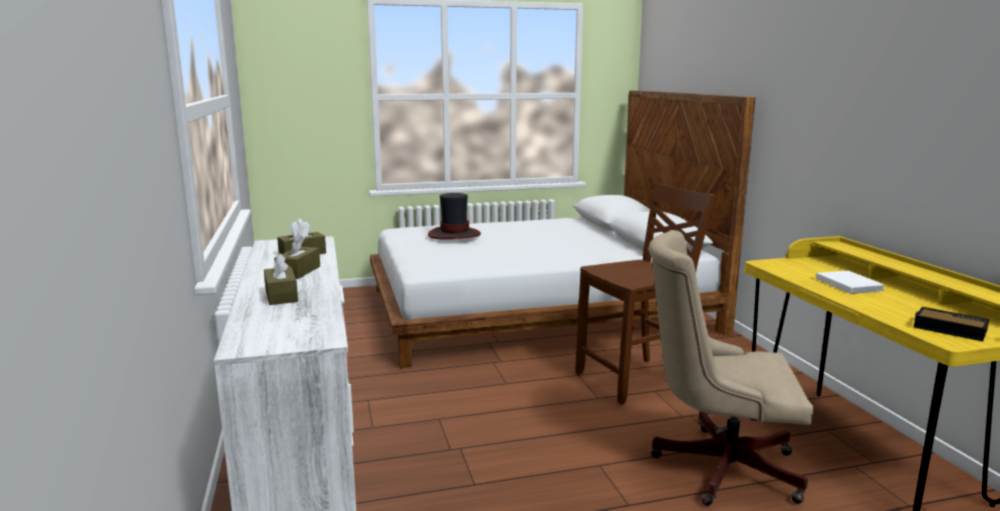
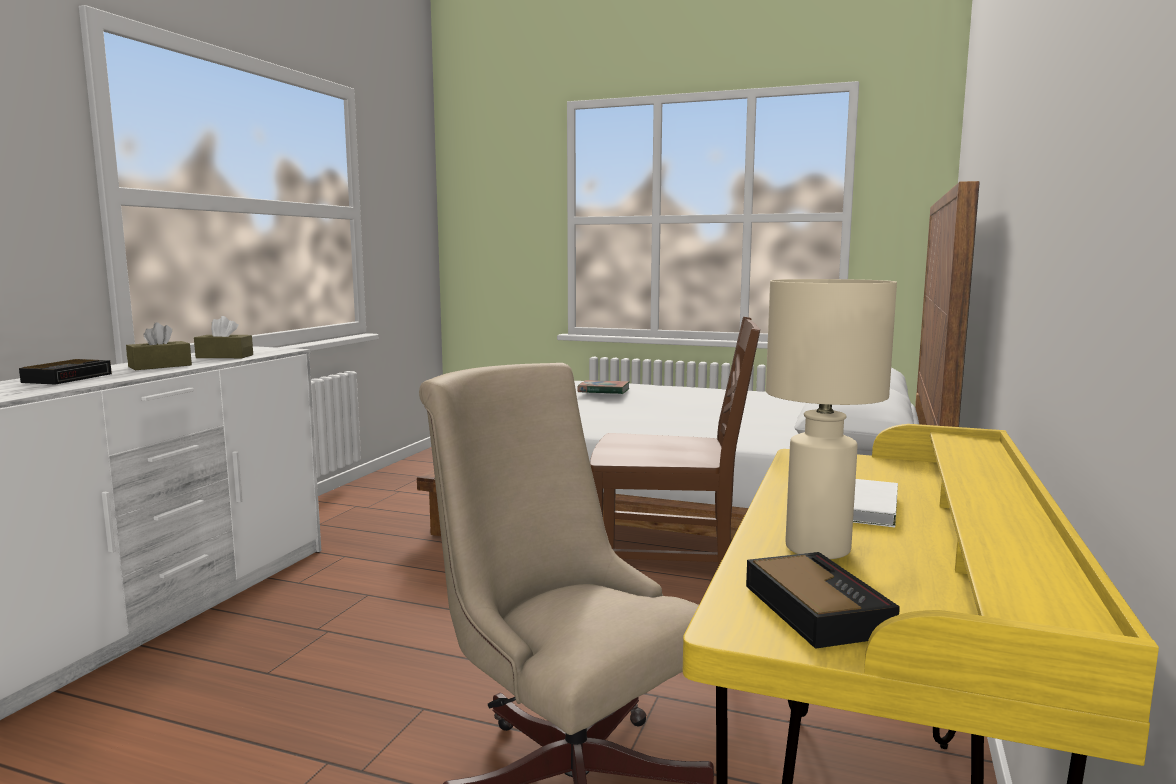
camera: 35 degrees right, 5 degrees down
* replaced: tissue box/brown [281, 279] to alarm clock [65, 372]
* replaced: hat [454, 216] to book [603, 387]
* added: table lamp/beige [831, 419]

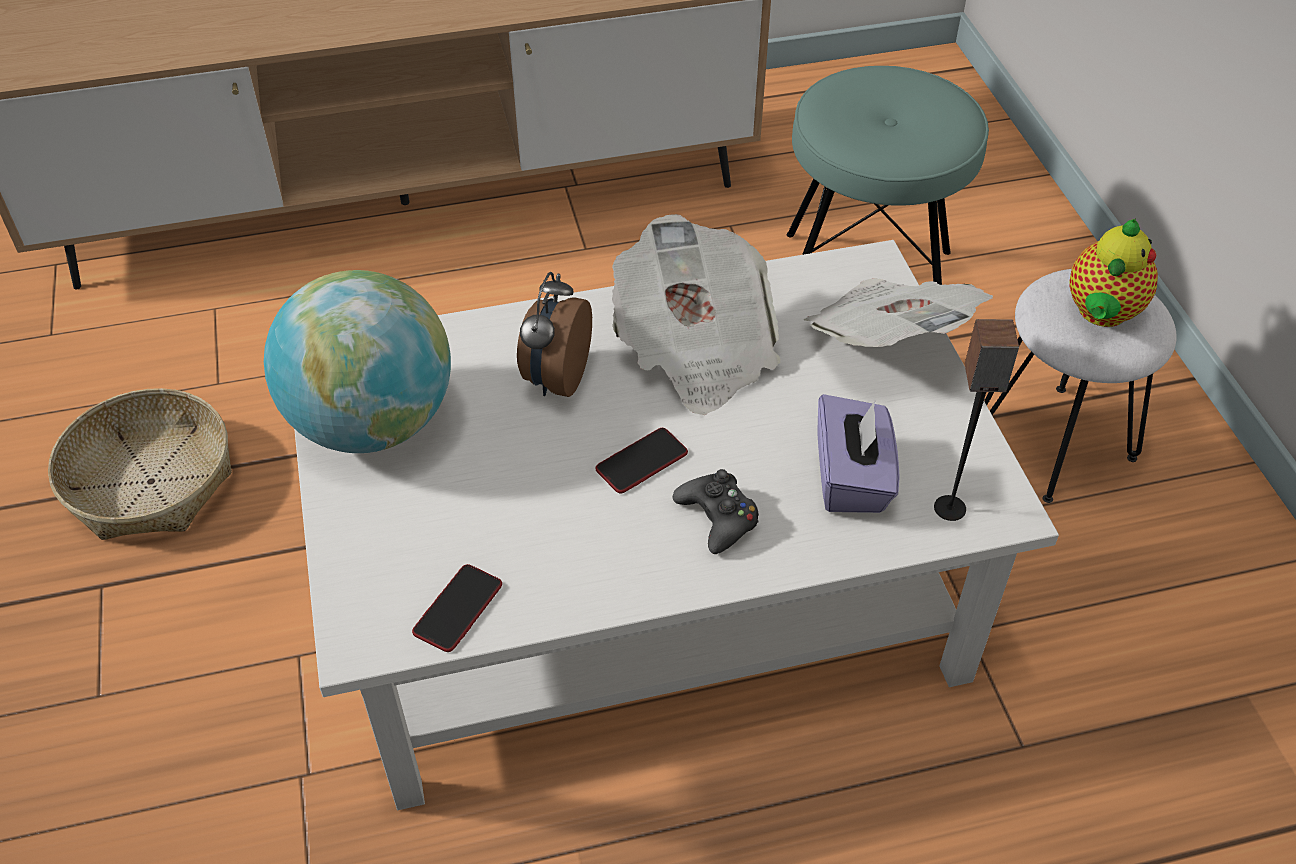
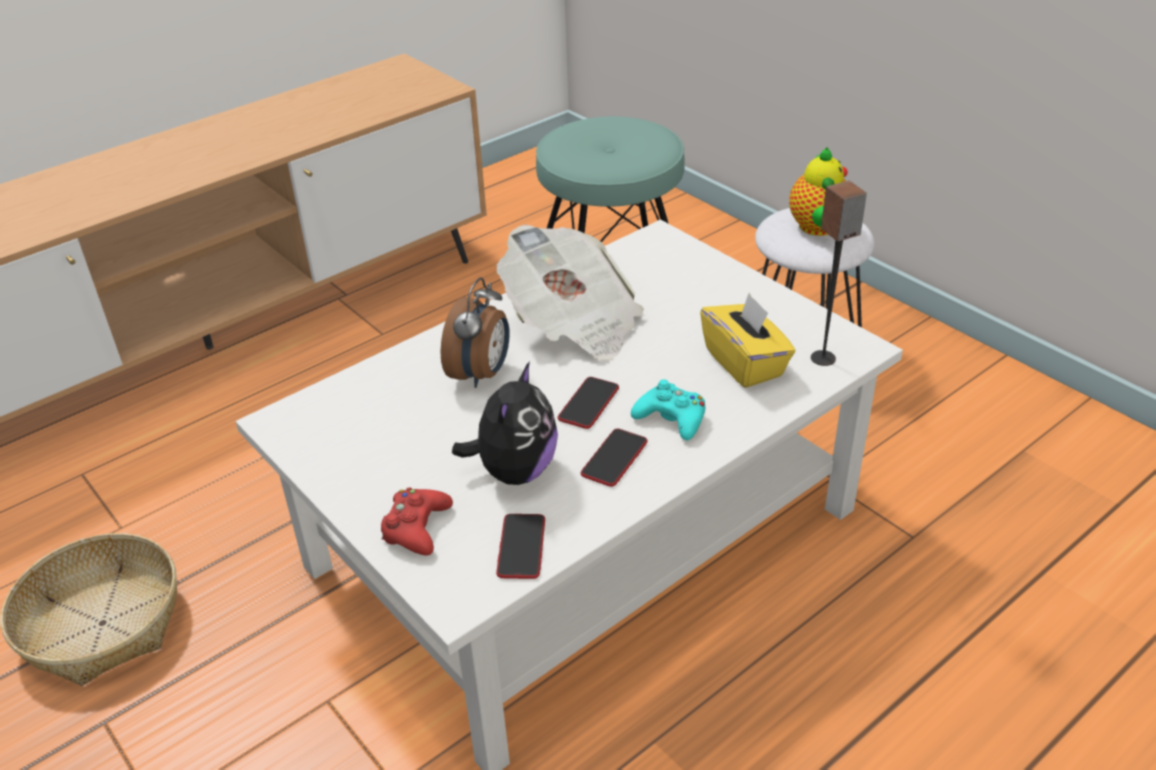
camera: 25 degrees left, 10 degrees down
* added: game controller/red [417, 521]
* turned: alarm clock [554, 334] = [475, 333] 150 degrees counterclockwise
* added: plush toy [505, 423]
* added: phone [614, 458]
* recoloured: game controller/black [716, 511] to game controller/turquoise [668, 409]
* recoloured: tissue box/purple [858, 453] to tissue box/yellow [748, 340]
* removed: globe [357, 361]
* removed: newspaper [898, 312]

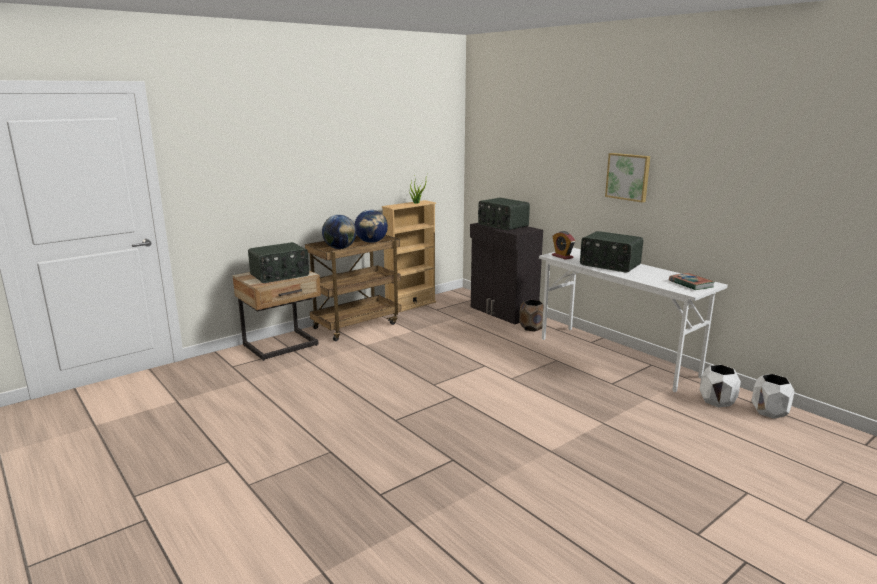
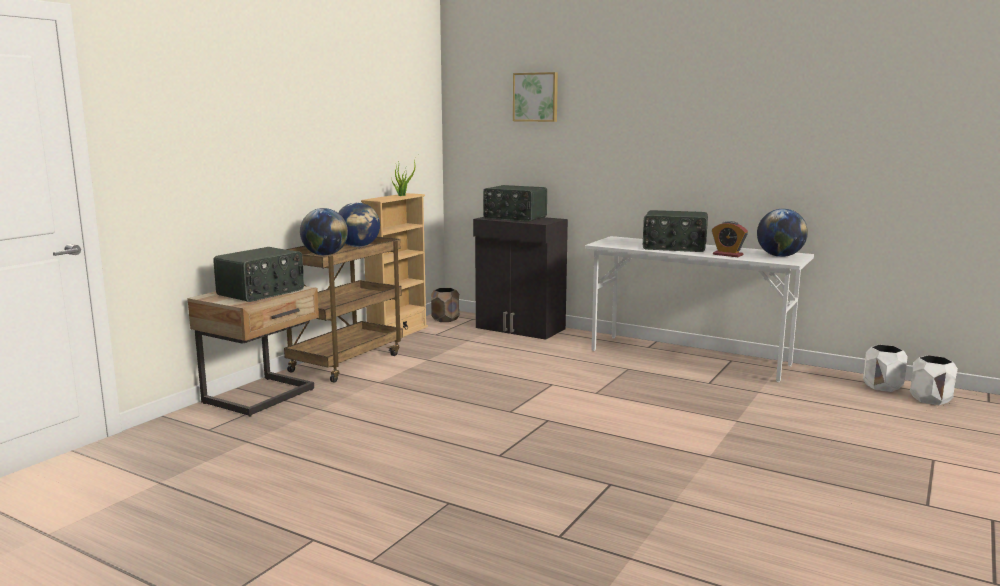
camera: 20 degrees left, 5 degrees down
* moved: planter/brown [531, 315] to [445, 305]
* moved: picture [627, 178] to [535, 97]
* moved: alarm clock [563, 245] to [730, 239]
* replaced: book [692, 281] to globe [782, 233]
* moved: planter/white [720, 386] to [934, 380]

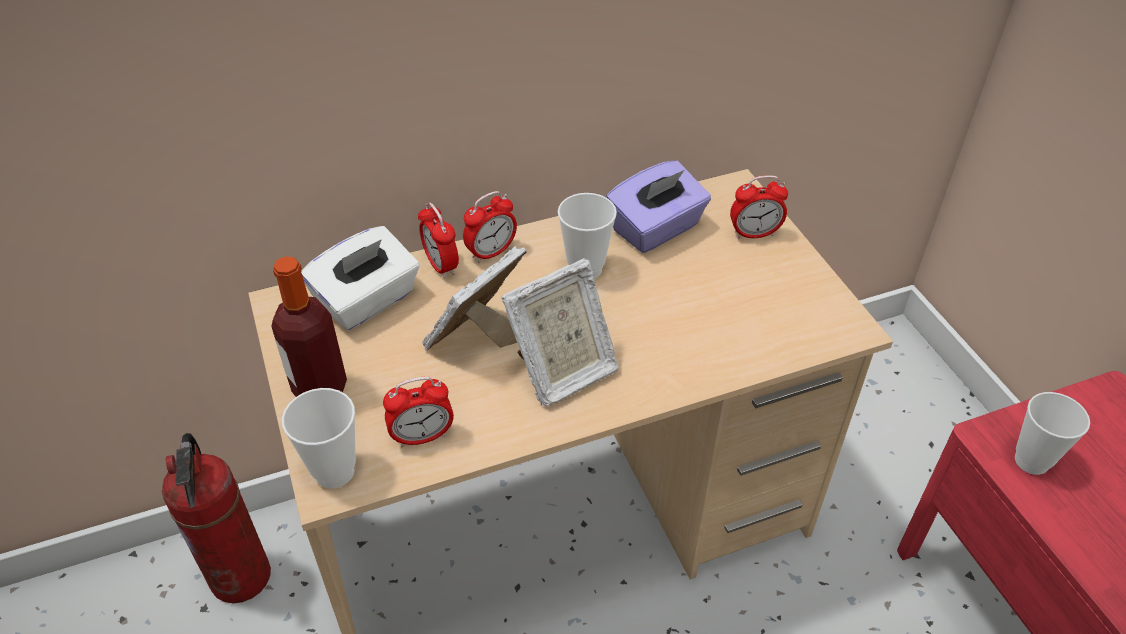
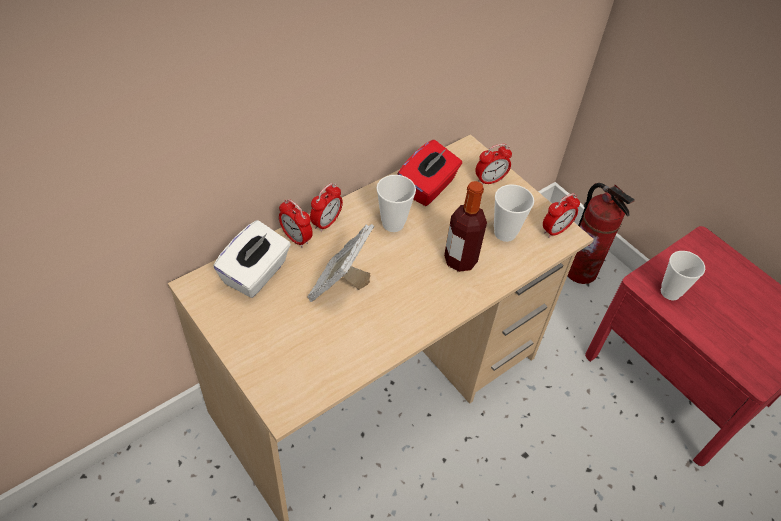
camera: 20 degrees left, 5 degrees up
* recoloured: tissue box/purple [658, 206] to tissue box/red [429, 173]
* moved: bottle [309, 327] to [465, 226]
* moved: cup [319, 438] to [514, 213]
* moved: alarm clock [418, 412] to [561, 215]
* moved: fire extinguisher [216, 518] to [601, 233]
* removed: picture frame [560, 332]

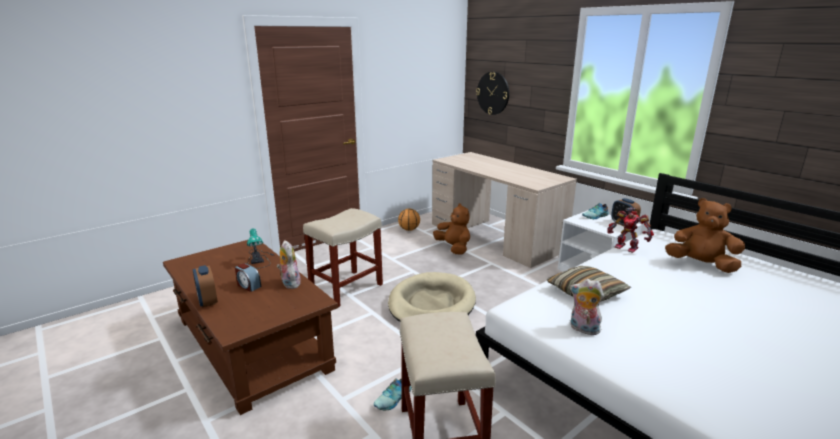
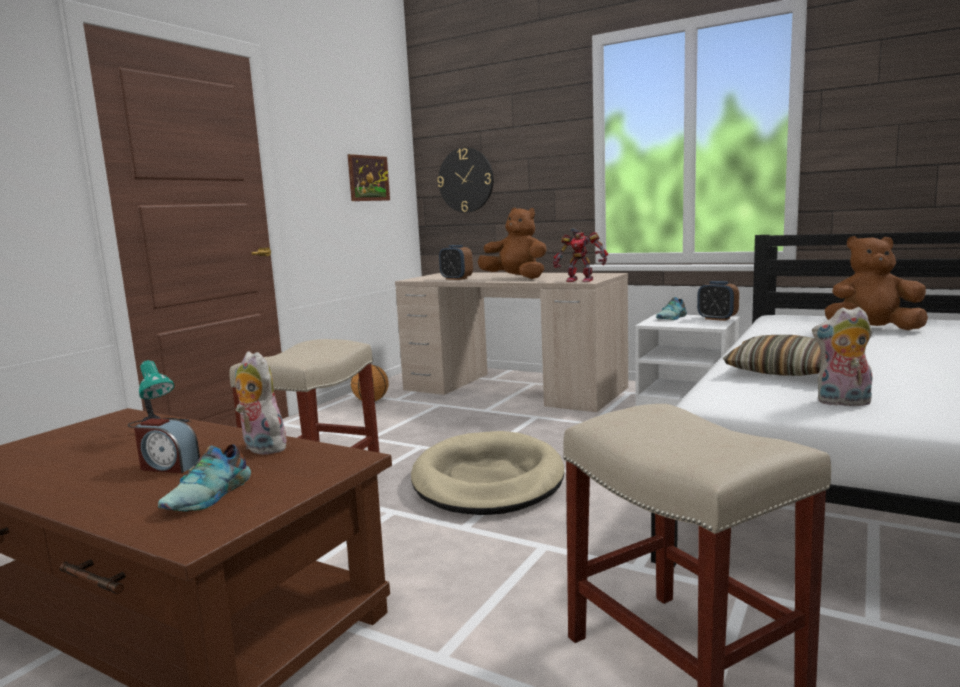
camera: 20 degrees left, 10 degrees down
* moved: shoe [392, 394] to [204, 477]
* added: picture [369, 177]
* moved: alarm clock [205, 286] to [456, 262]
* moved: plush toy/brown [451, 229] to [512, 243]
* moved: toy robot [630, 230] to [580, 255]

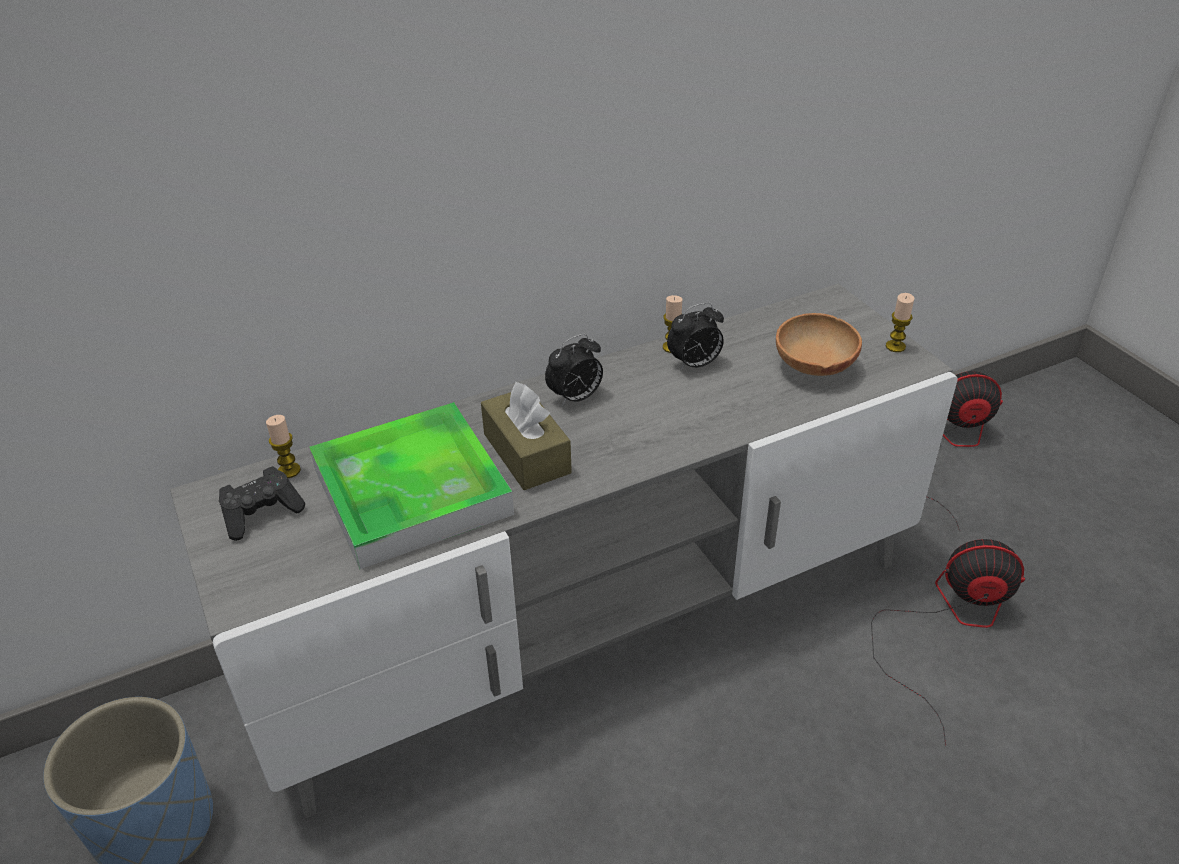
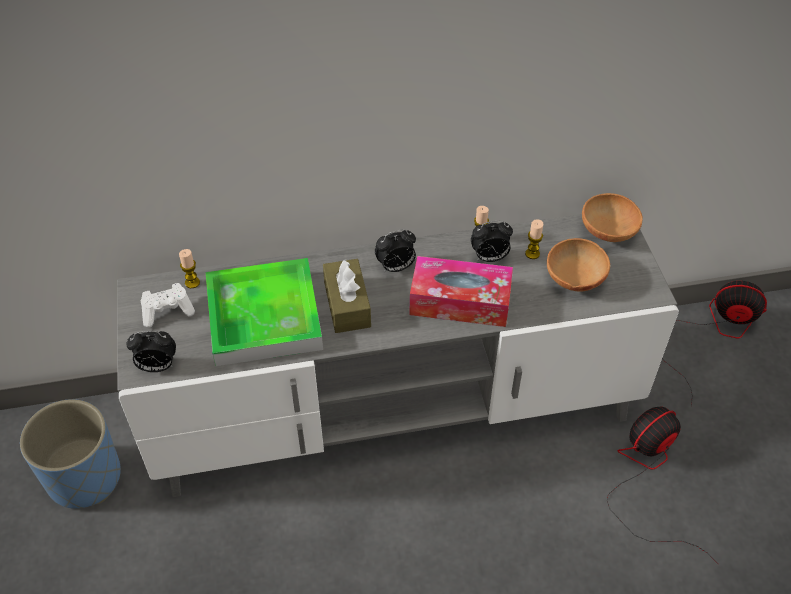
camera: 15 degrees right, 10 degrees up
* added: alarm clock [151, 351]
* recoloured: game controller/black [262, 503] to game controller/white [168, 305]
* added: tissue box [461, 291]
* moved: candle [900, 322] to [534, 239]
* added: bowl/brown [612, 217]
* turned: fan [948, 642] = [662, 485] 60 degrees counterclockwise

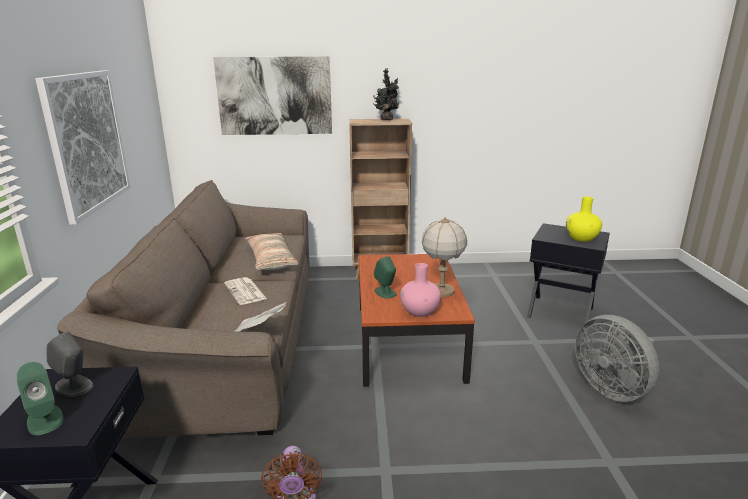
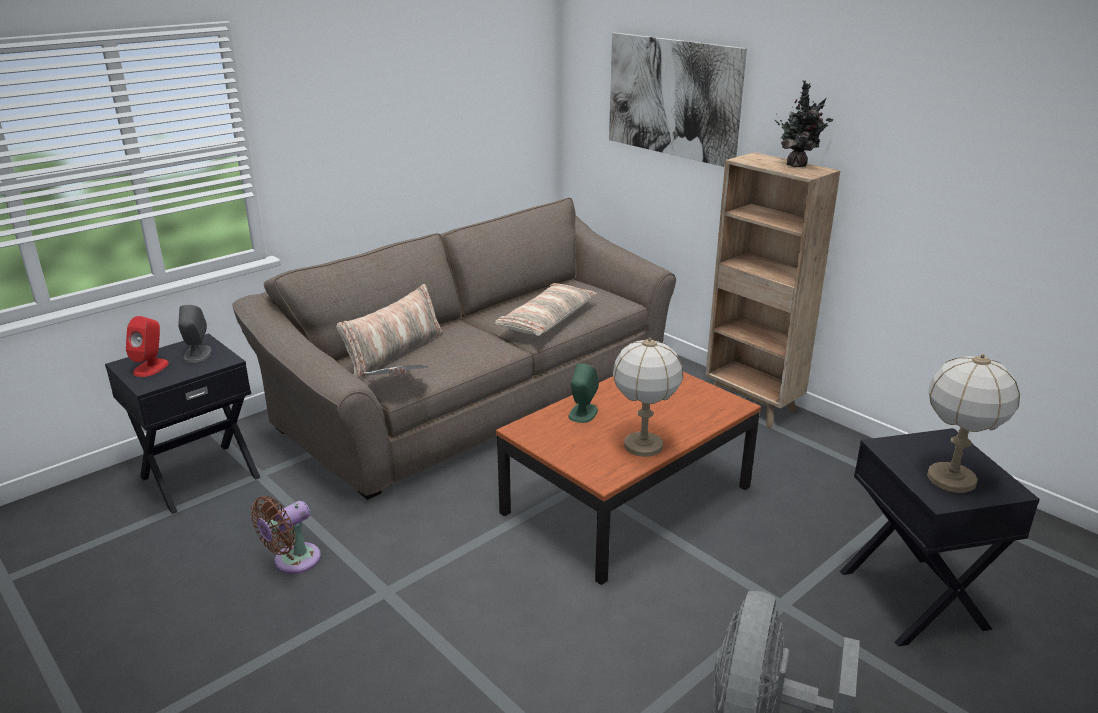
camera: 50 degrees right, 5 degrees up
* recoloured: speaker/green [40, 398] to speaker/red [147, 346]
* added: pillow [390, 331]
* replaced: vase/yellow [584, 219] to table lamp [973, 423]
* removed: picture [82, 147]
* removed: newspaper [245, 291]
* removed: vase/pink [420, 290]

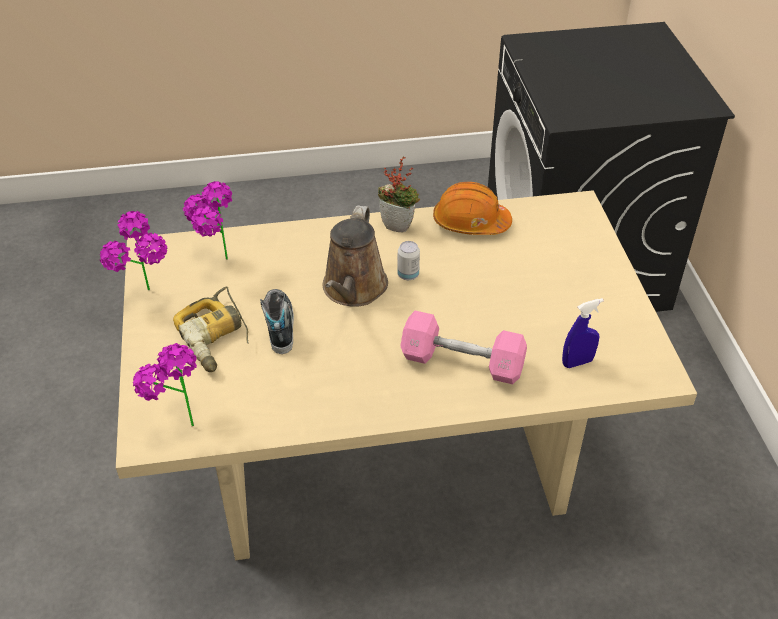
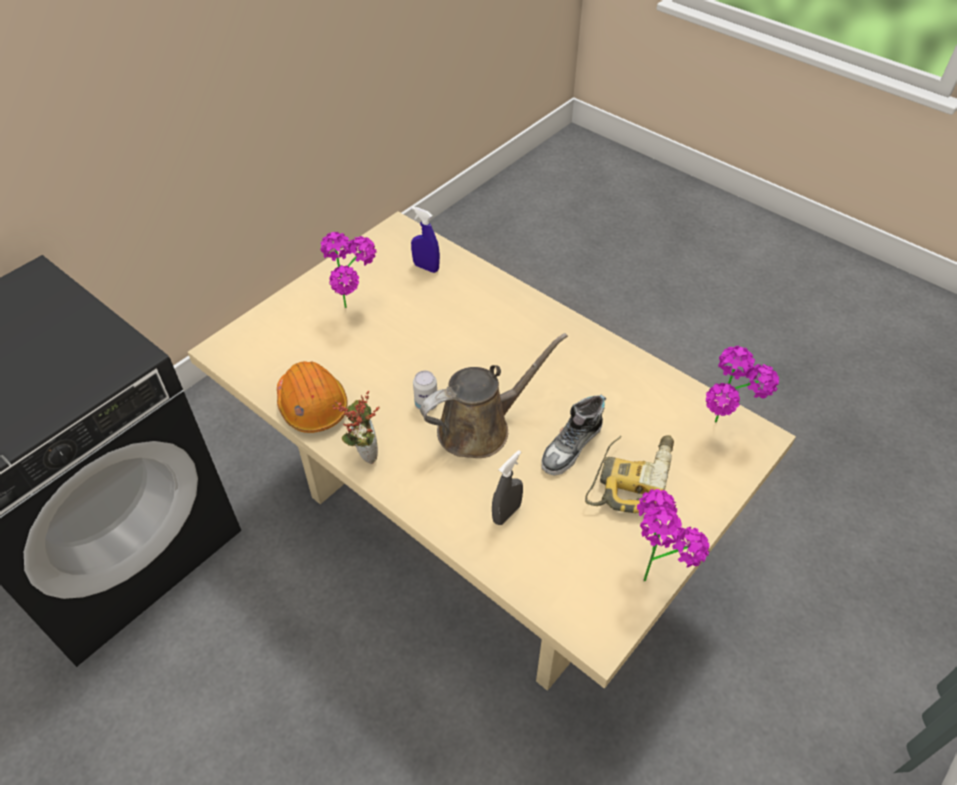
camera: 130 degrees left, 5 degrees up
* moved: potted plant [207, 220] to [348, 269]
* added: spray bottle/grey [507, 487]
* removed: dumbbell/pink [464, 347]

